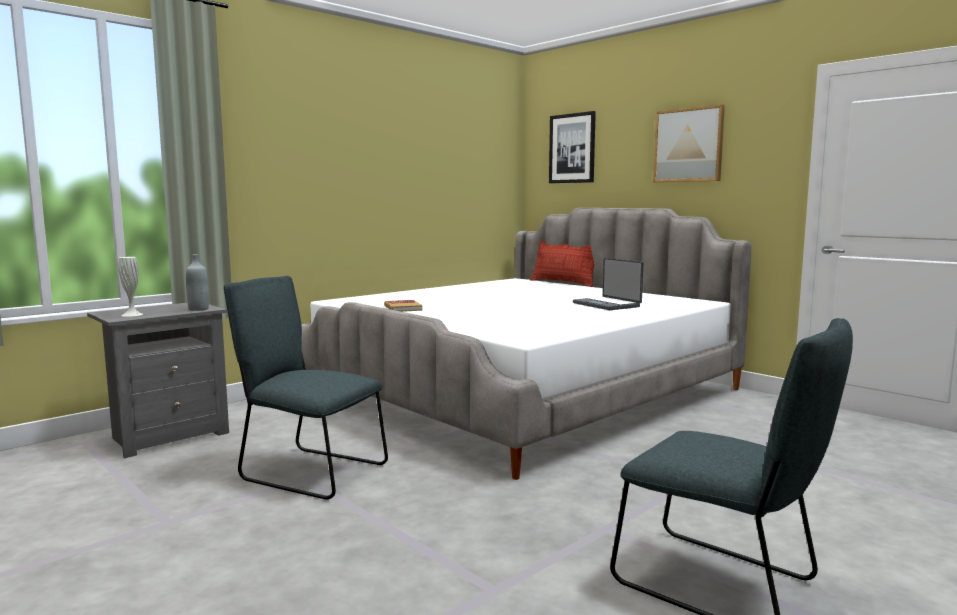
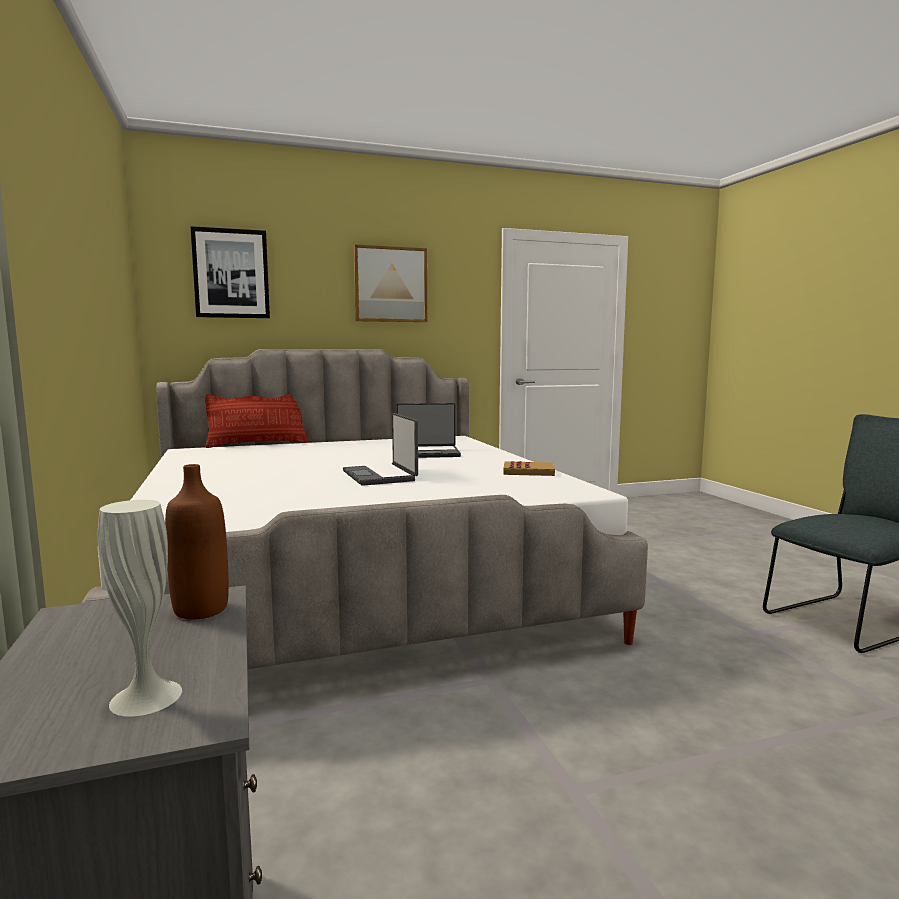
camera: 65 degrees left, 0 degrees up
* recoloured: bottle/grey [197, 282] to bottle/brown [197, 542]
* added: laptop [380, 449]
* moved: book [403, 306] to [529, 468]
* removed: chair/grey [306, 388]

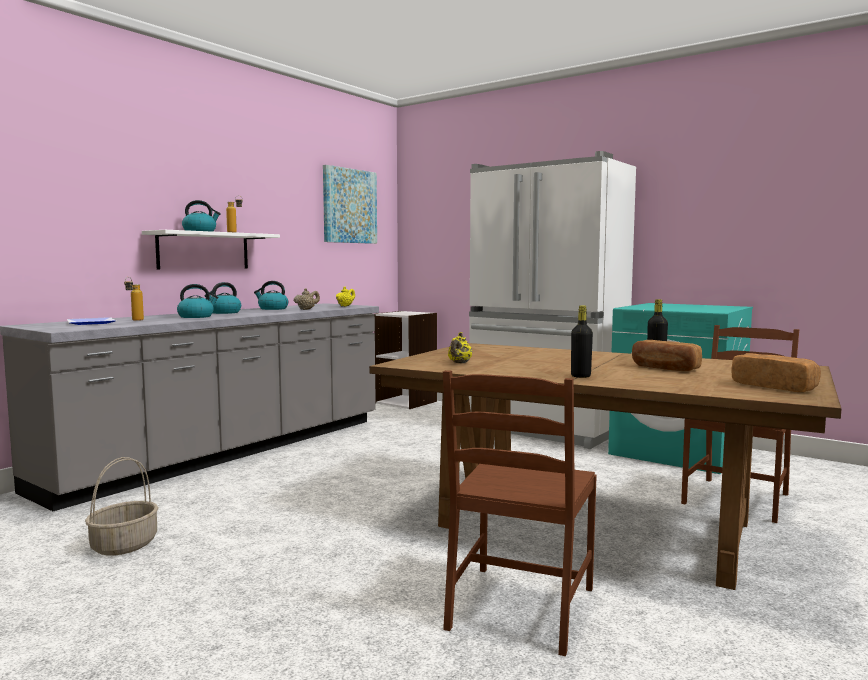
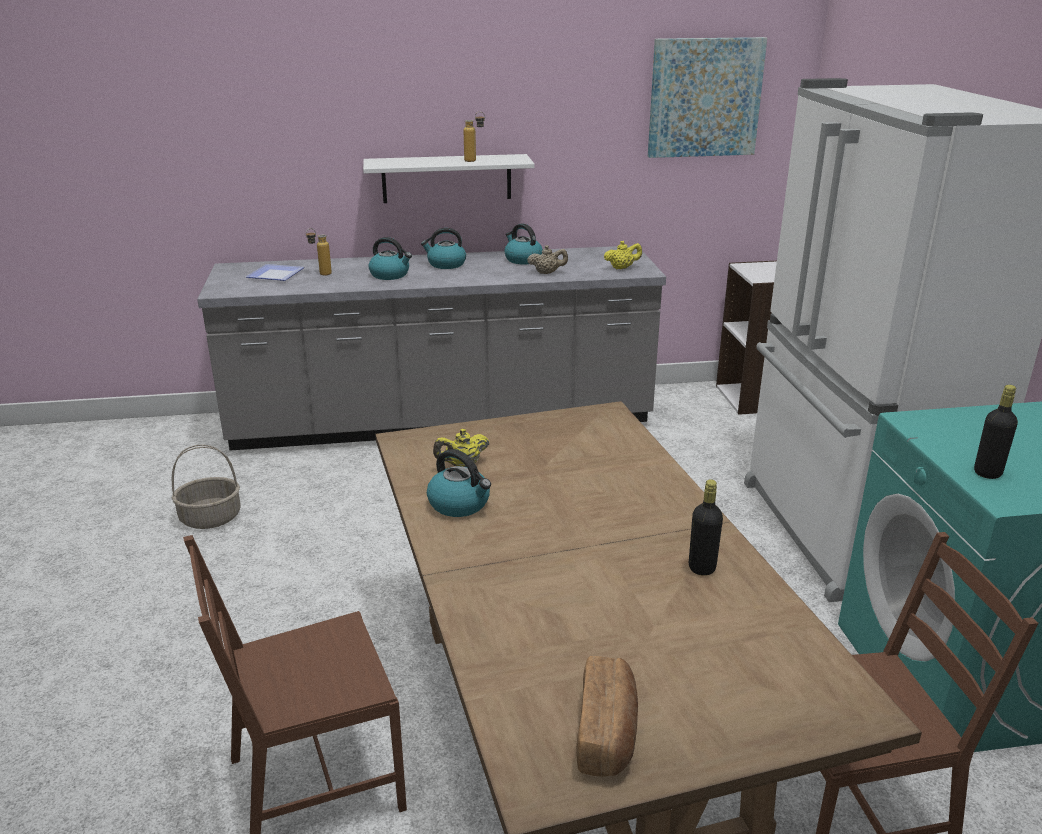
camera: 45 degrees right, 20 degrees up
* moved: kettle [201, 216] to [459, 483]
* moved: bottle/black [582, 341] to [996, 432]
* removed: bread [667, 355]

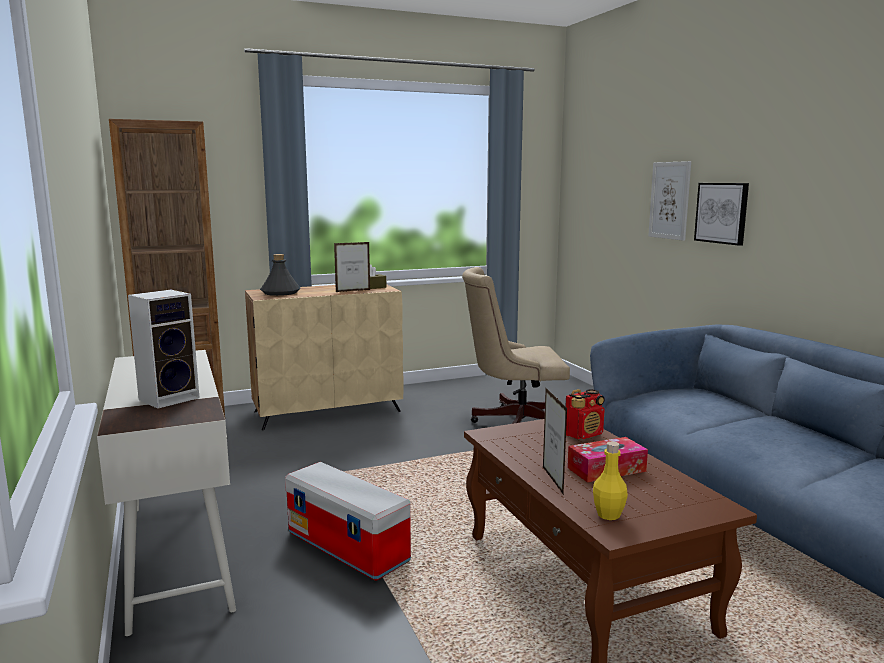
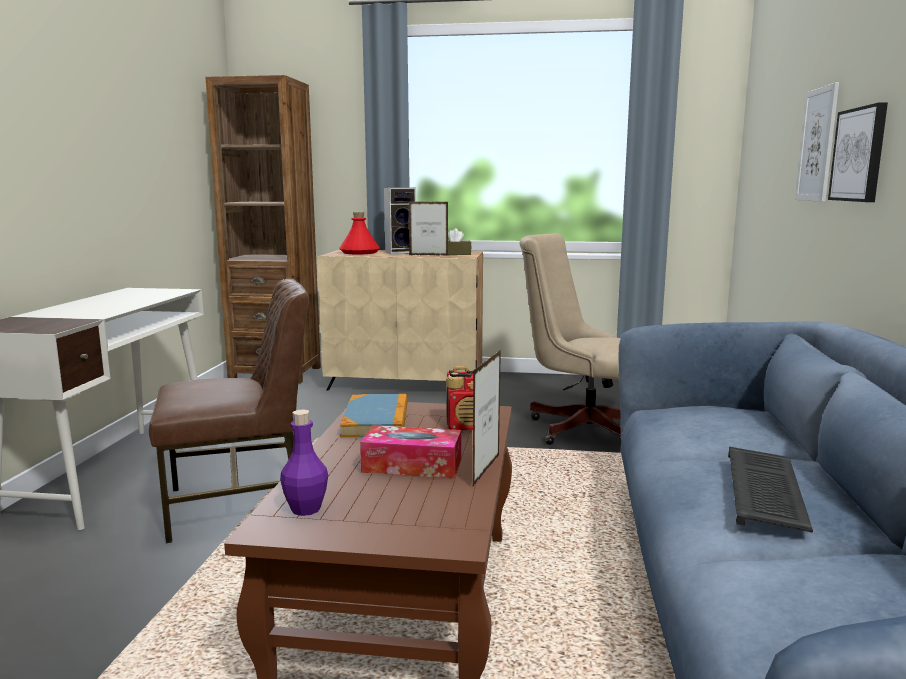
camera: 30 degrees right, 0 degrees up
* replaced: storage box [348, 521] to chair/brown [229, 411]
* recoloured: bottle/yellow [610, 480] to bottle/purple [304, 463]
* recoloured: bottle/grey [280, 275] to bottle/red [359, 233]
* added: book [374, 416]
* moved: speaker [164, 349] to [400, 221]
* moved: picture frame [555, 441] to [486, 419]
* added: keyboard [770, 490]

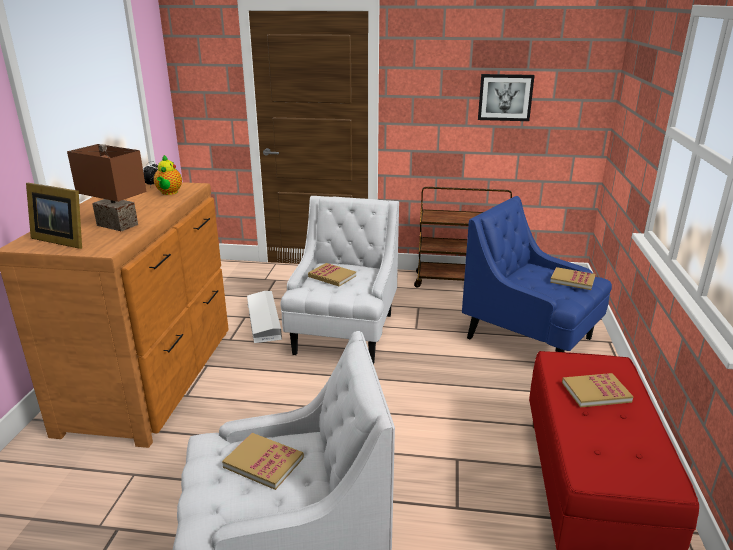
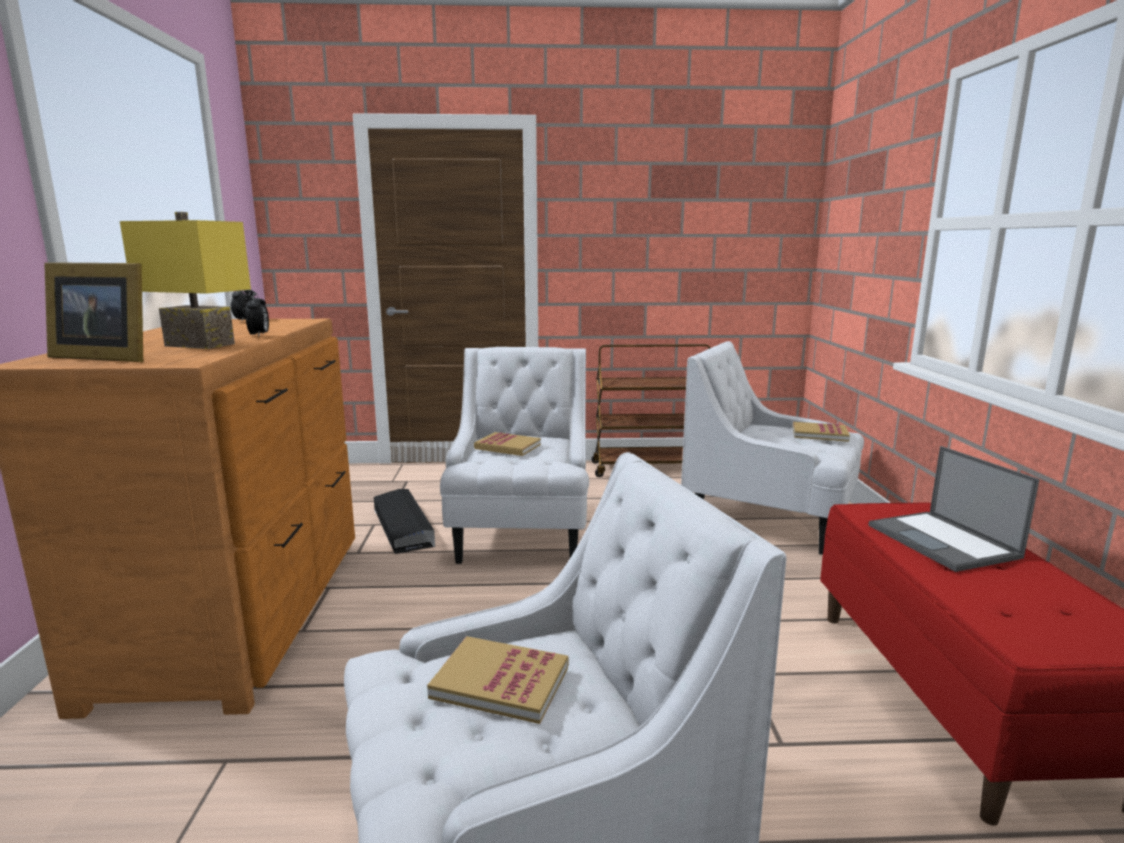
camera: 10 degrees left, 10 degrees down
* recoloured: table lamp/brown [107, 187] to table lamp/yellow [185, 280]
* added: alarm clock [257, 315]
* recoloured: storage box/white [264, 317] to storage box/black [404, 521]
* recoloured: armchair/blue [537, 274] to armchair/white [772, 448]
* replaced: book [597, 390] to laptop [954, 509]
* removed: teapot [168, 175]
* removed: picture [506, 97]

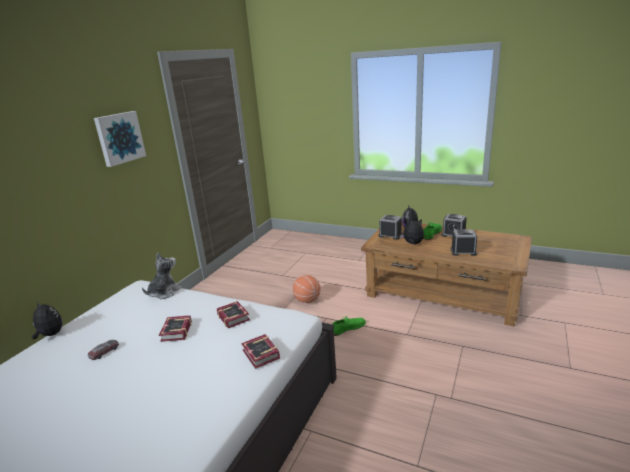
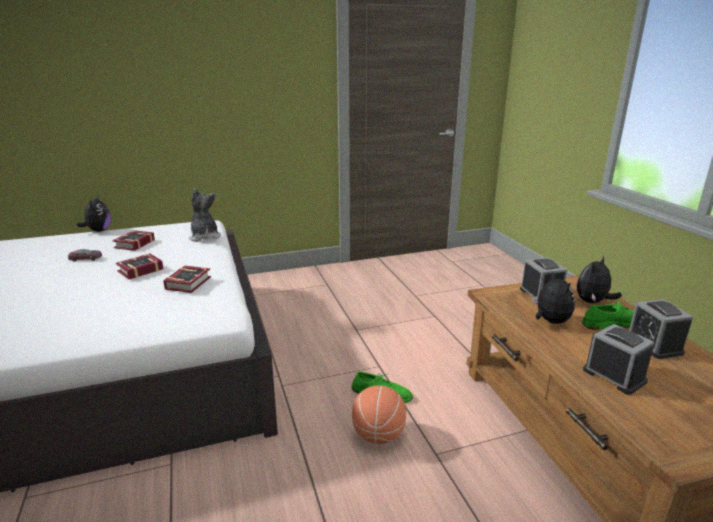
camera: 45 degrees right, 0 degrees up
* moved: book [260, 351] to [133, 240]
* turned: plush toy [162, 275] = [205, 215] 105 degrees counterclockwise
* moved: basketball [306, 289] to [379, 414]
* removed: picture [120, 139]

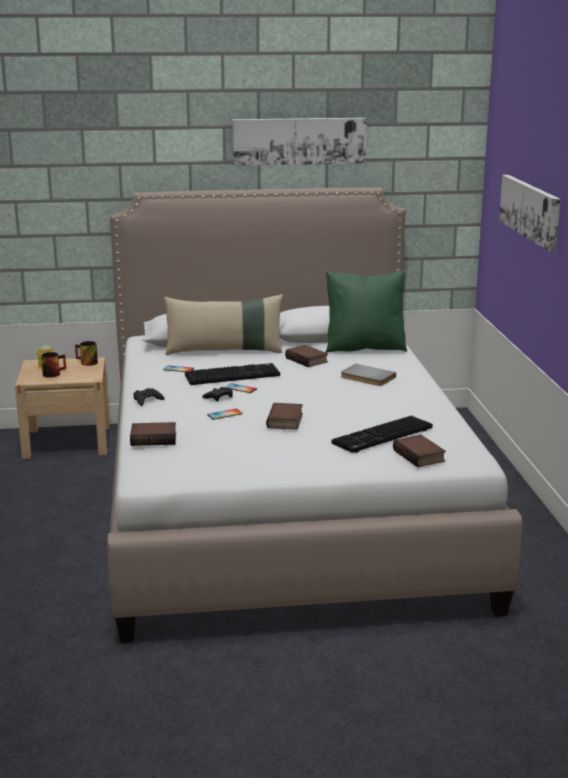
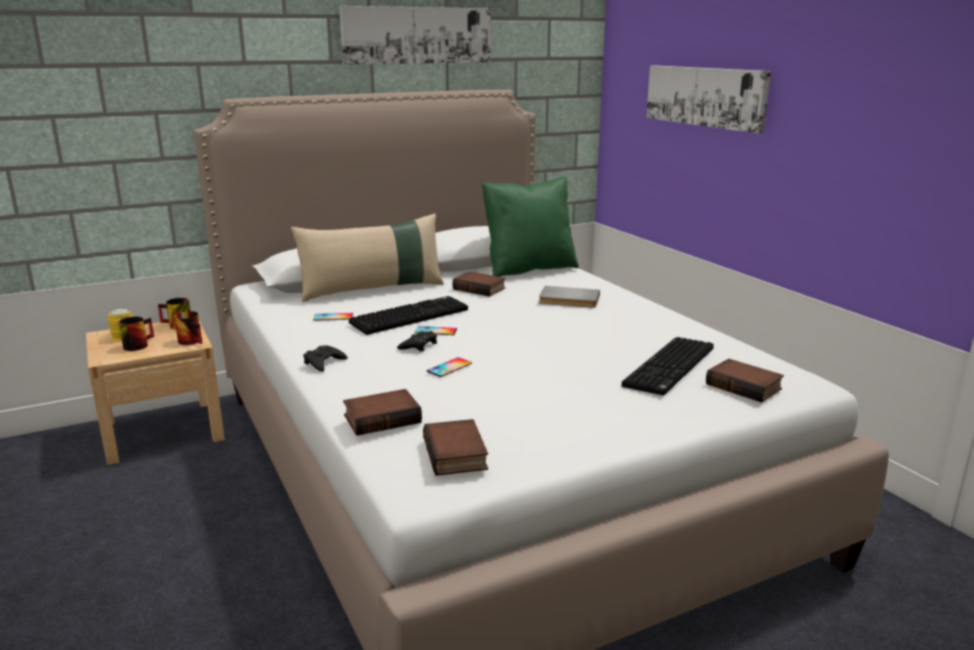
camera: 20 degrees left, 0 degrees up
* added: mug [188, 328]
* moved: book [284, 416] to [455, 447]

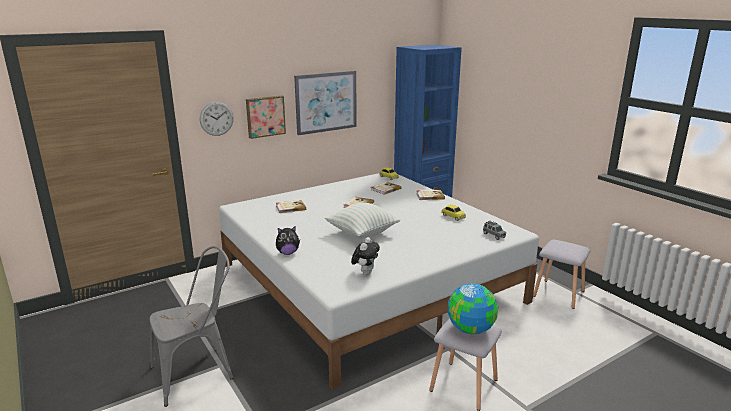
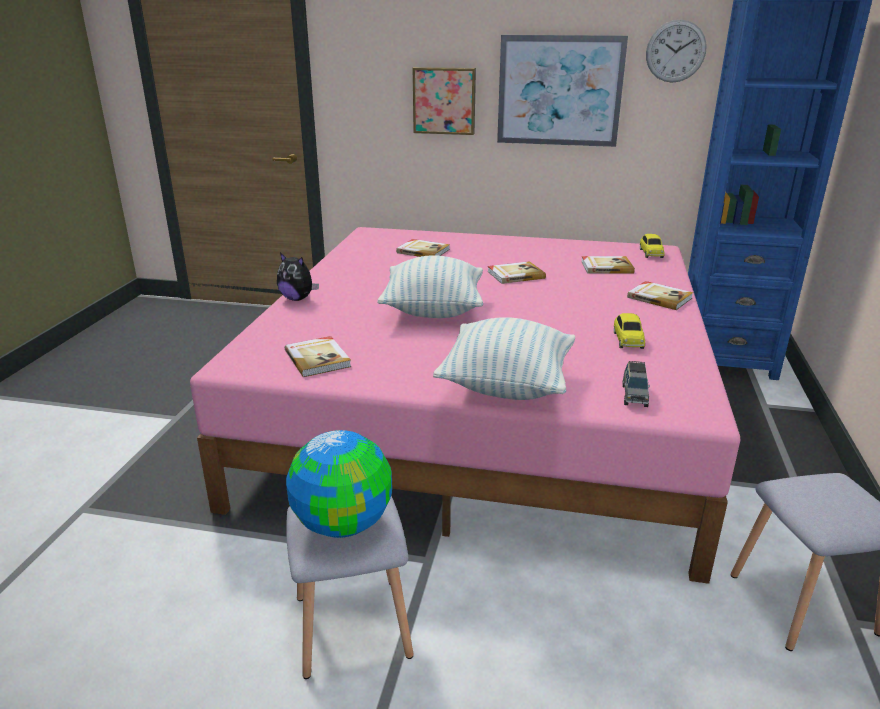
camera: 45 degrees right, 5 degrees up
* recoloured: bed/white [379, 281] to bed/pink [465, 405]
* replaced: plush toy [365, 256] to book [318, 356]
* added: pillow [504, 358]
* moved: wall clock [217, 119] to [676, 51]
* removed: chair/grey [191, 326]

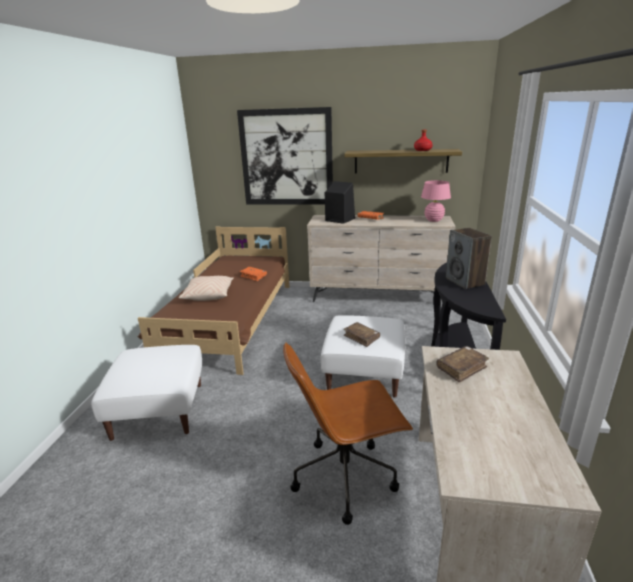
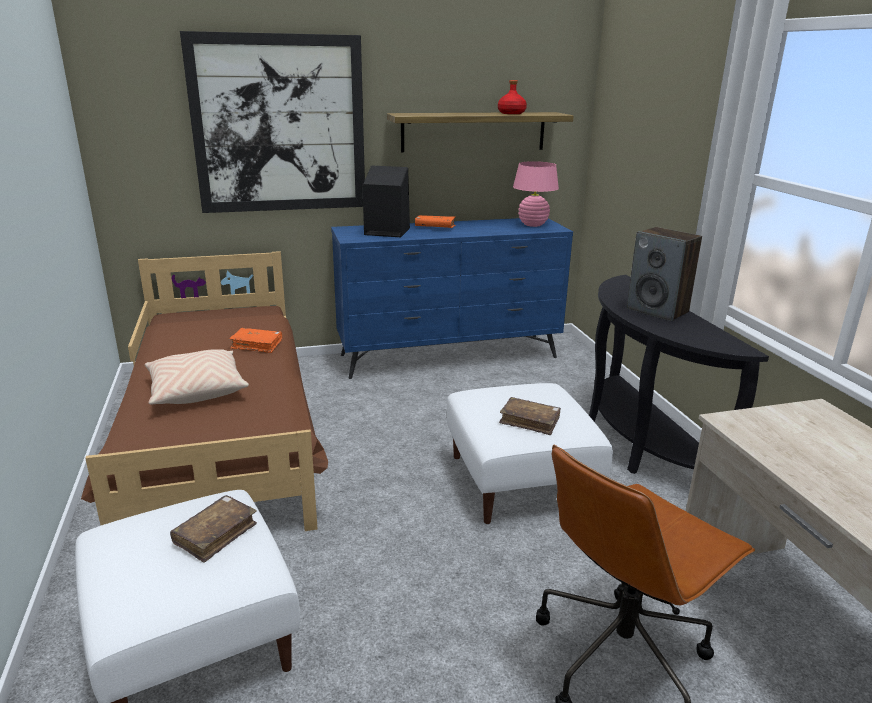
camera: 25 degrees left, 0 degrees up
* moved: book/brown [462, 364] to [213, 529]
* recoloured: dresser/beige [381, 259] to dresser/blue [452, 298]

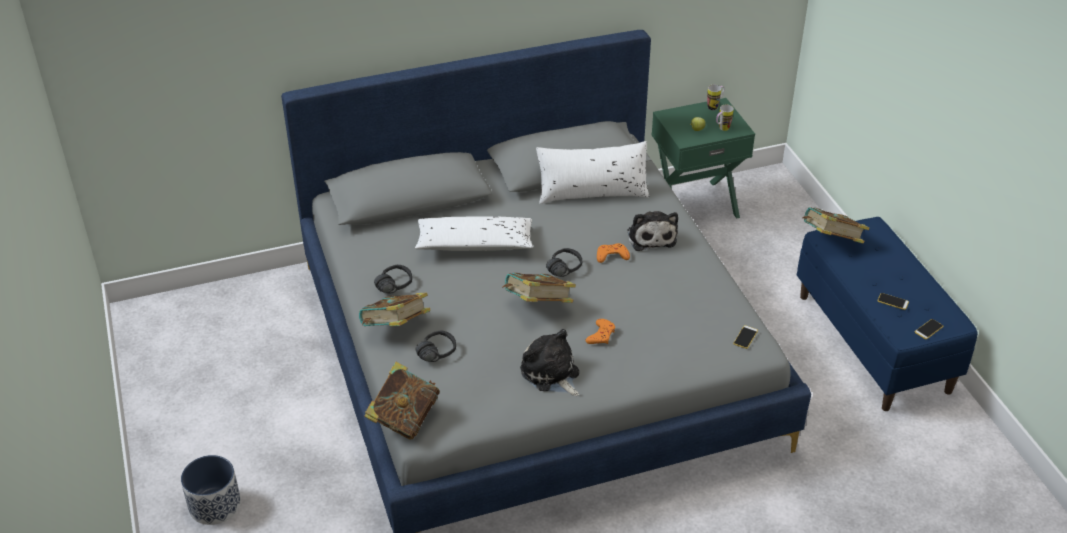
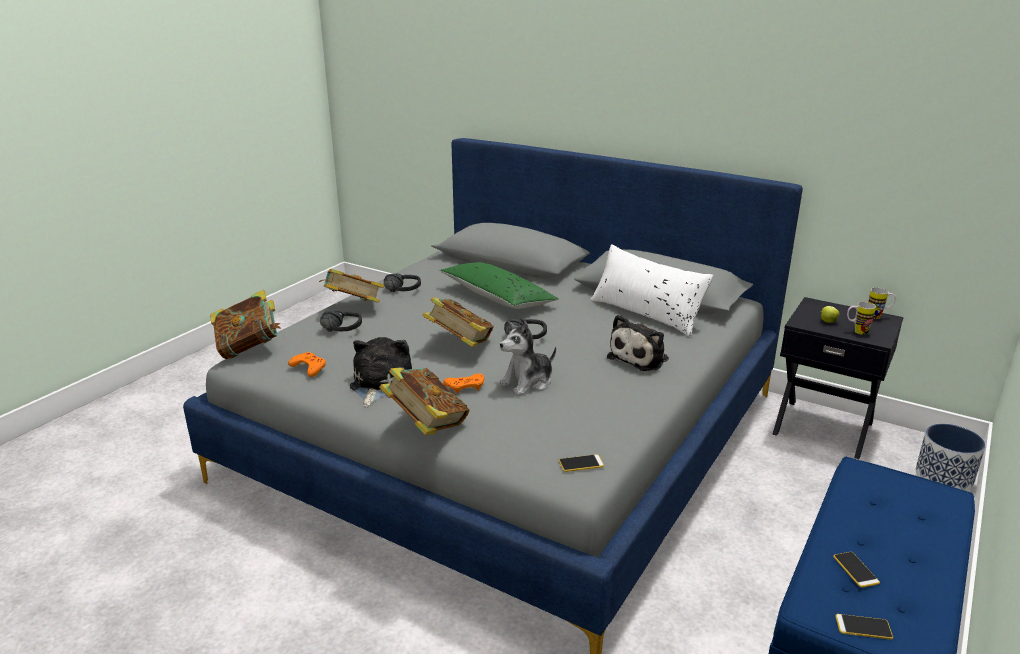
camera: 50 degrees right, 15 degrees down
* moved: game controller/orange [613, 253] to [307, 364]
* moved: book [835, 225] to [424, 401]
* recoloured: pillow/white [474, 234] to pillow/green [498, 285]
* added: plush toy [527, 358]
* recoloured: nightstand/green [703, 158] to nightstand/black [838, 378]
* moved: planter [211, 490] to [951, 457]

